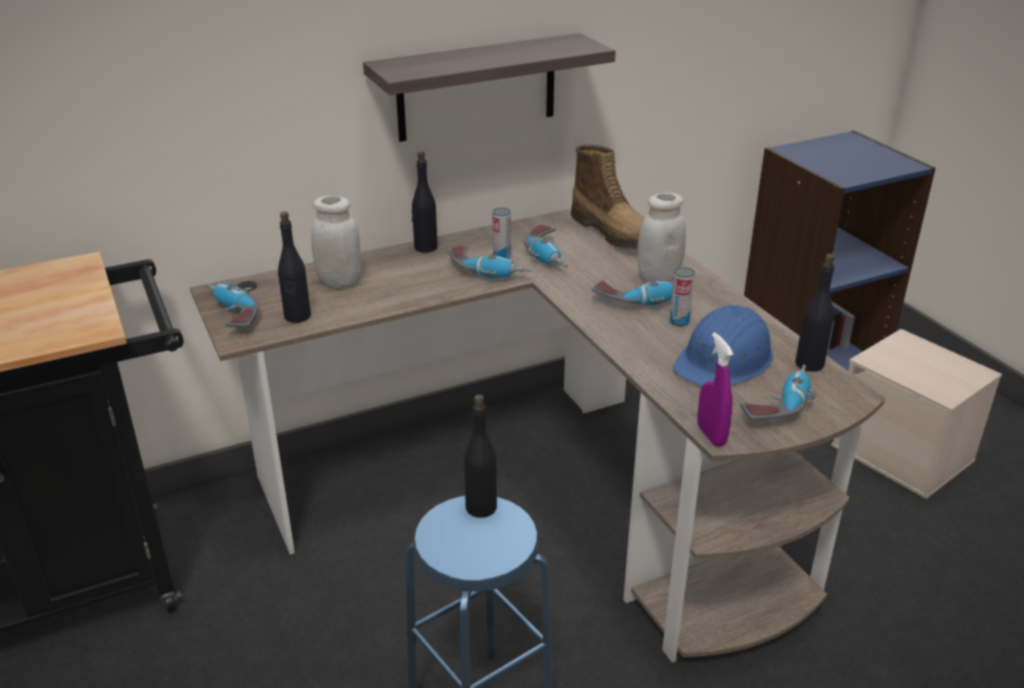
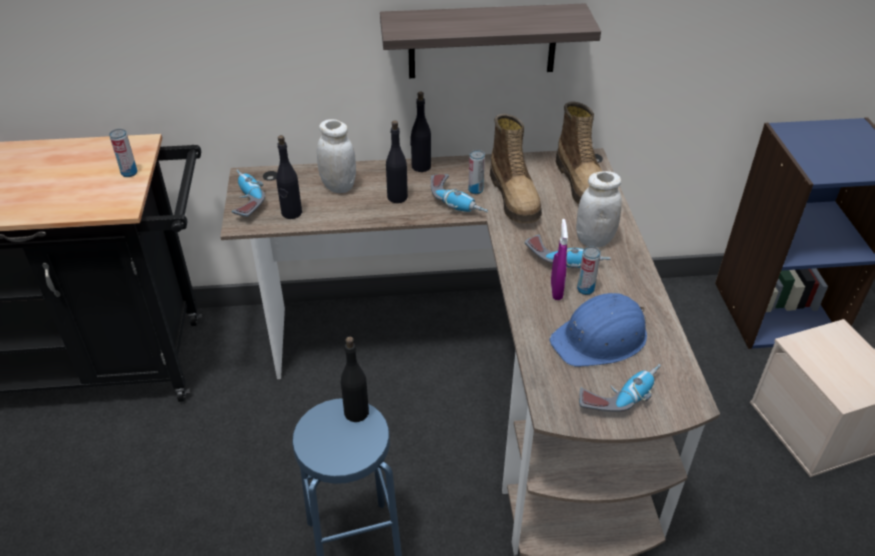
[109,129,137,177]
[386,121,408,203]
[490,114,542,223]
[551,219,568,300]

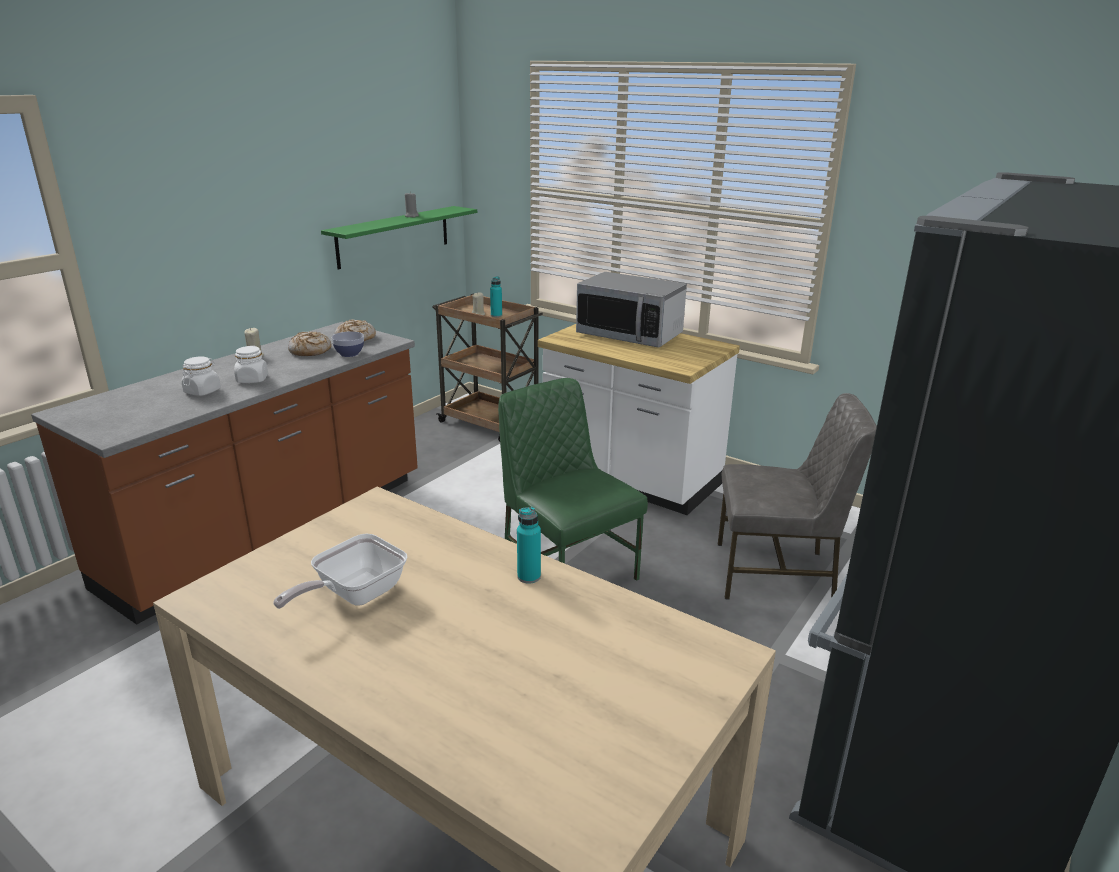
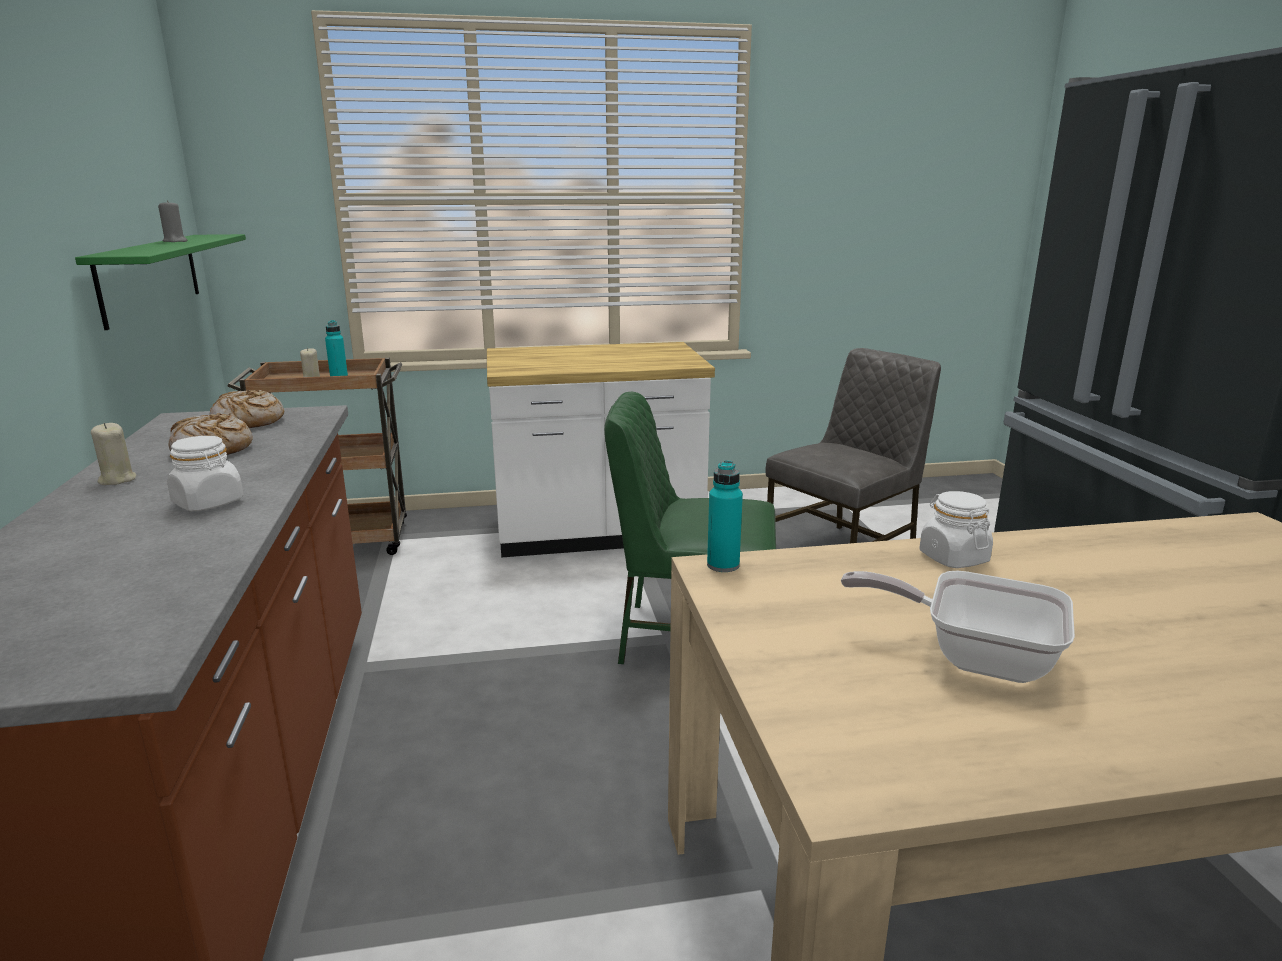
[707,460,743,572]
[841,571,1075,683]
[919,491,993,568]
[332,331,364,357] (first image)
[576,272,687,348] (first image)

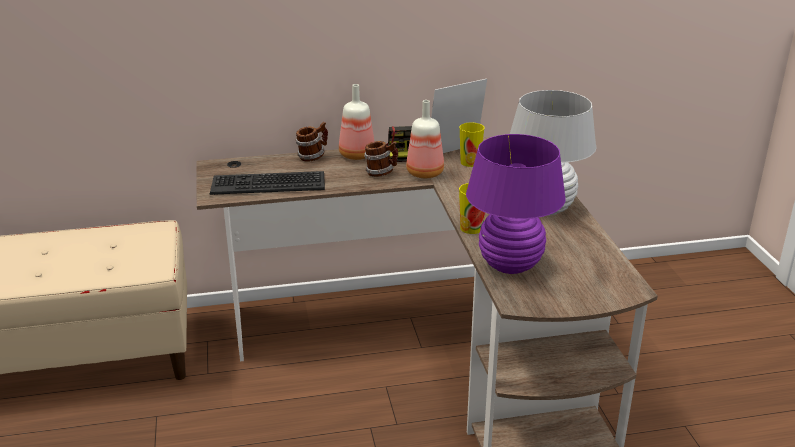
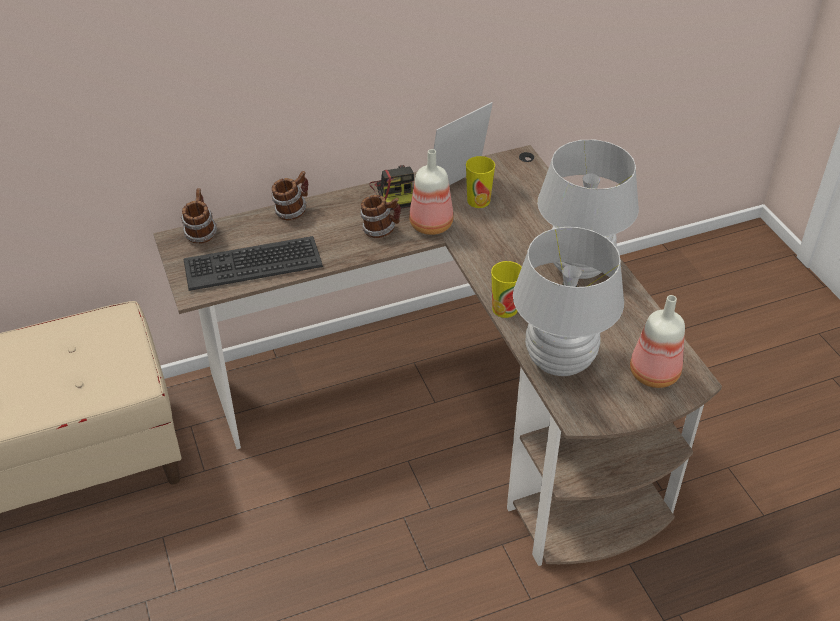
[181,189,217,244]
[513,227,624,376]
[630,295,685,388]

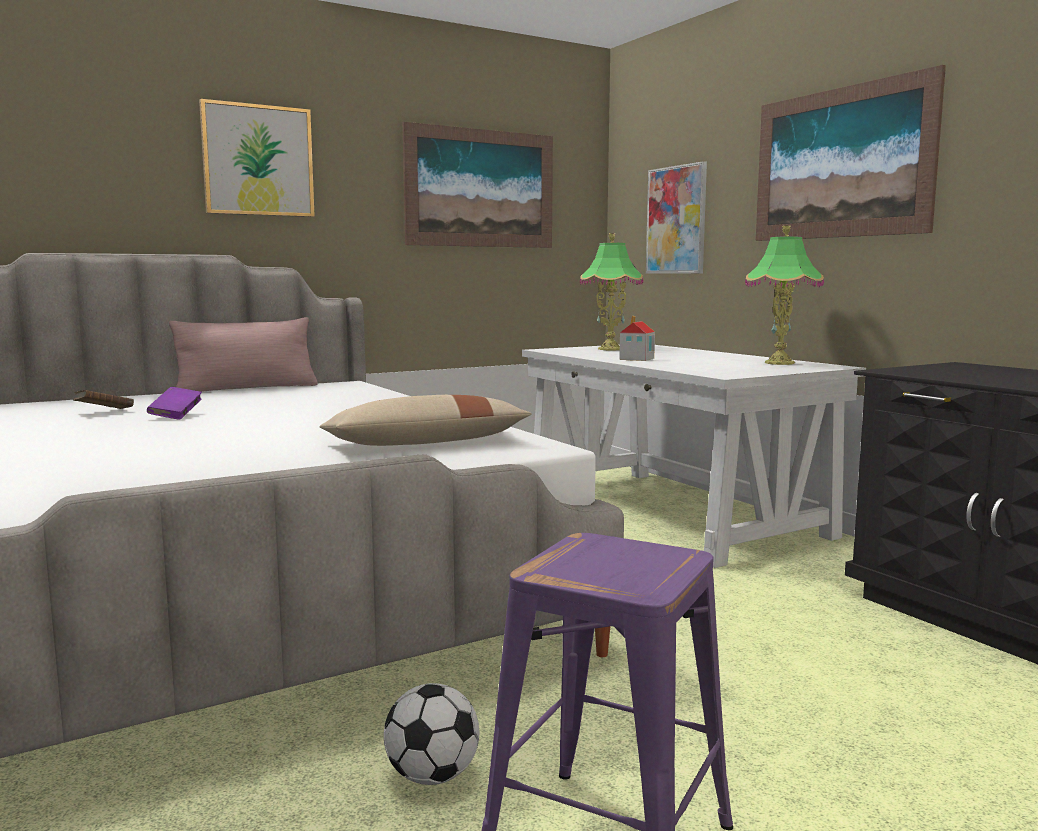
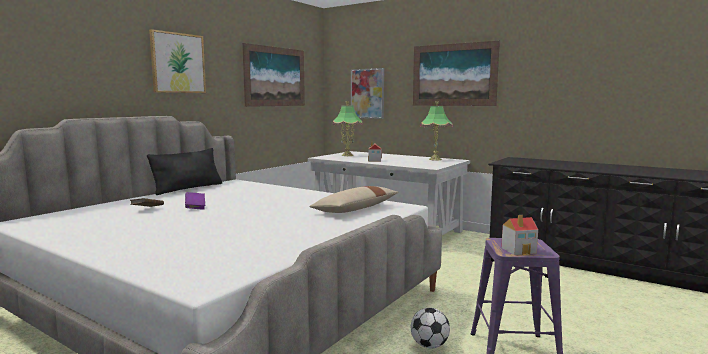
[147,148,222,195]
[501,215,538,255]

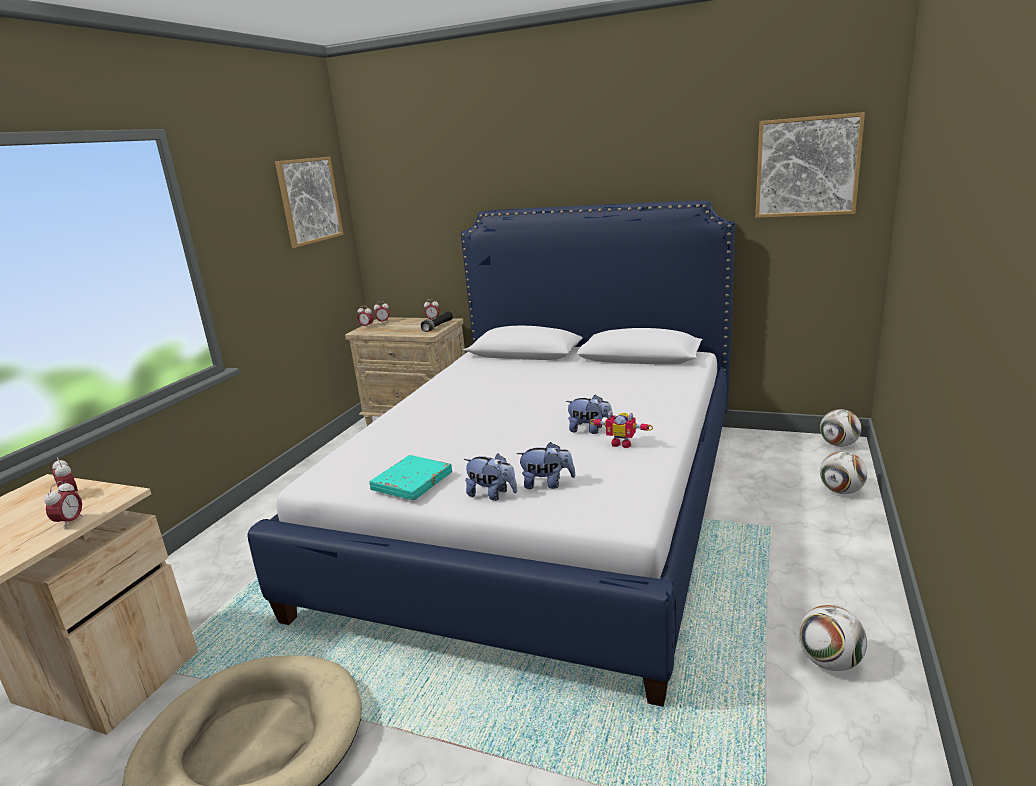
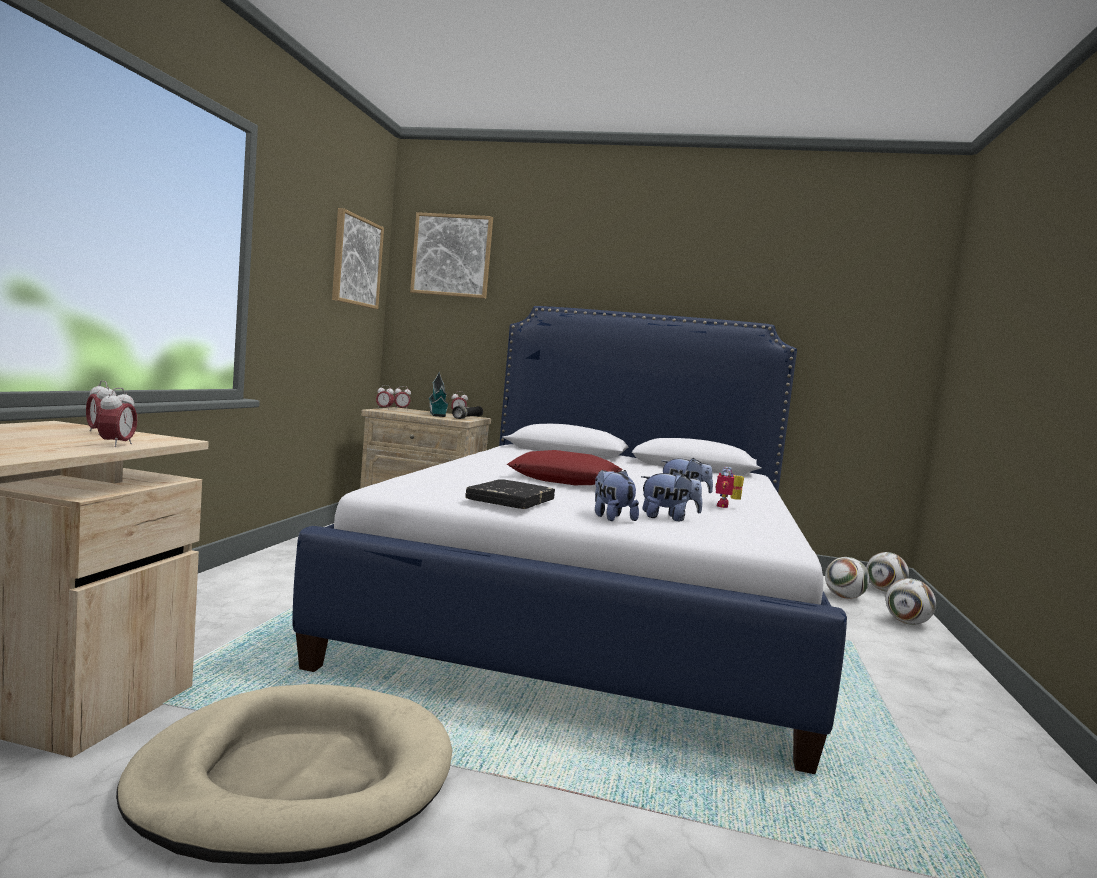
[410,212,493,299]
[429,372,449,417]
[465,479,555,509]
[507,450,622,485]
[595,469,639,521]
[715,467,744,508]
[825,557,870,599]

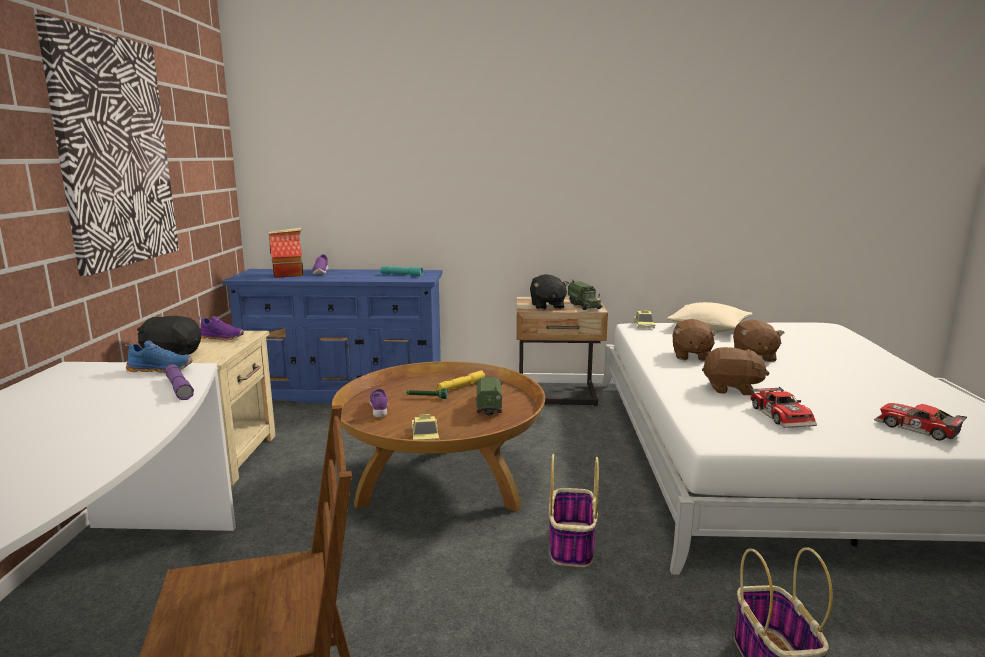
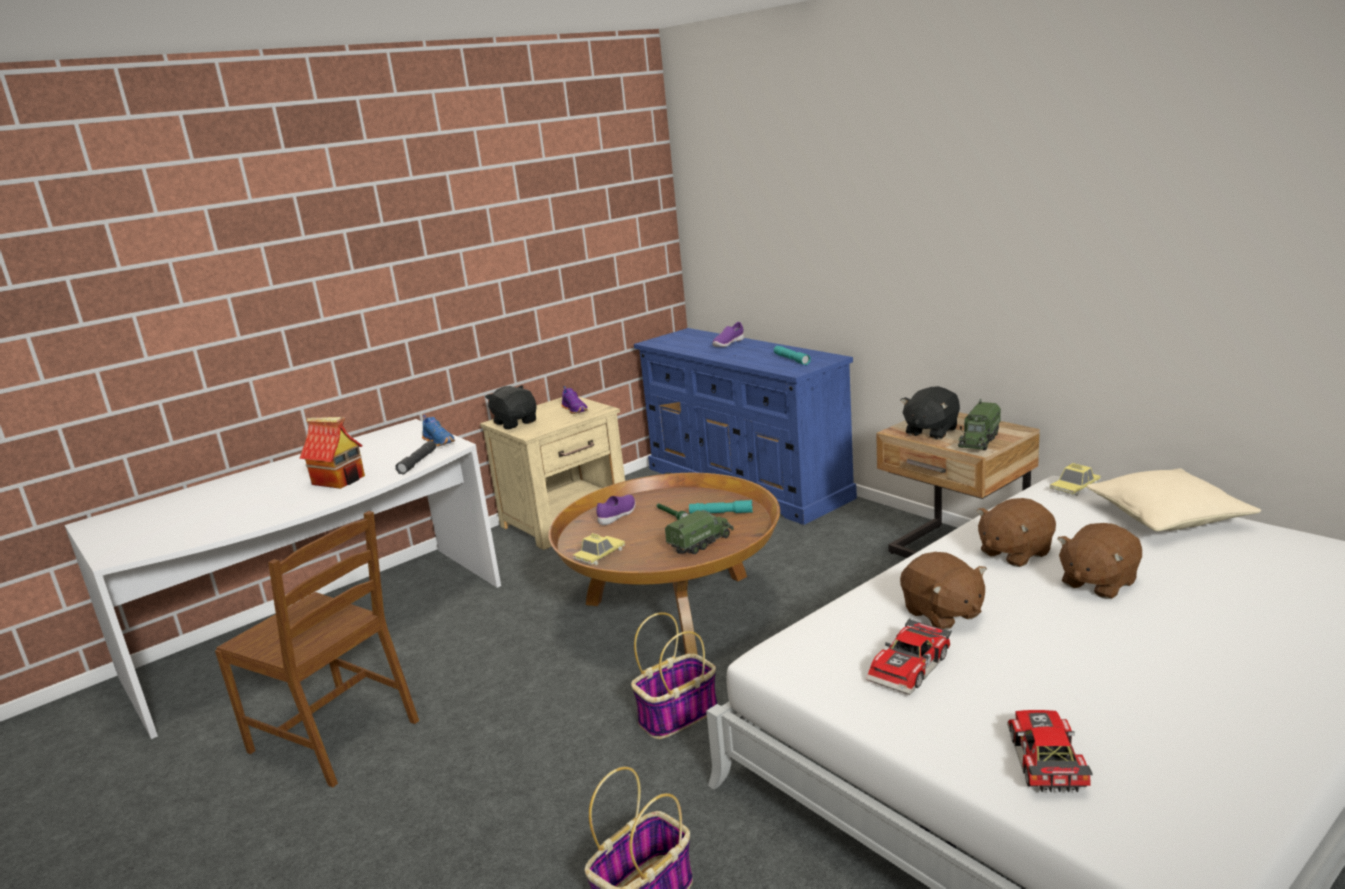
[299,417,365,489]
[396,441,436,475]
[689,500,753,514]
[35,14,179,276] (first image)

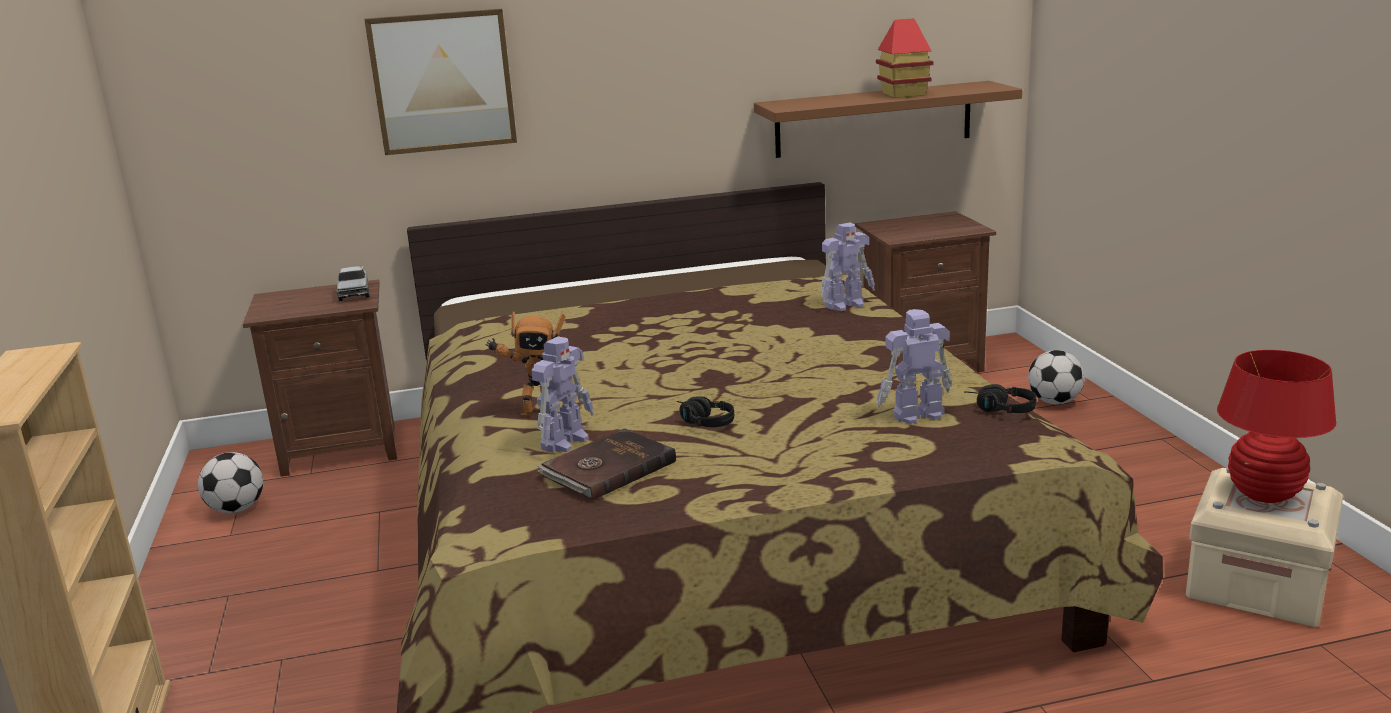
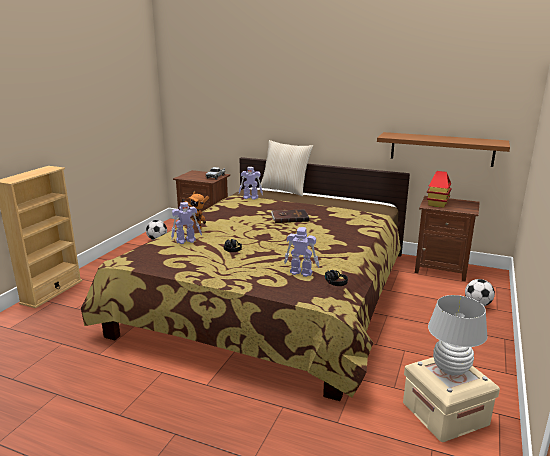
[239,167,263,200]
[261,140,313,196]
[271,209,309,223]
[427,171,452,208]
[428,295,487,376]
[364,9,517,155] (first image)

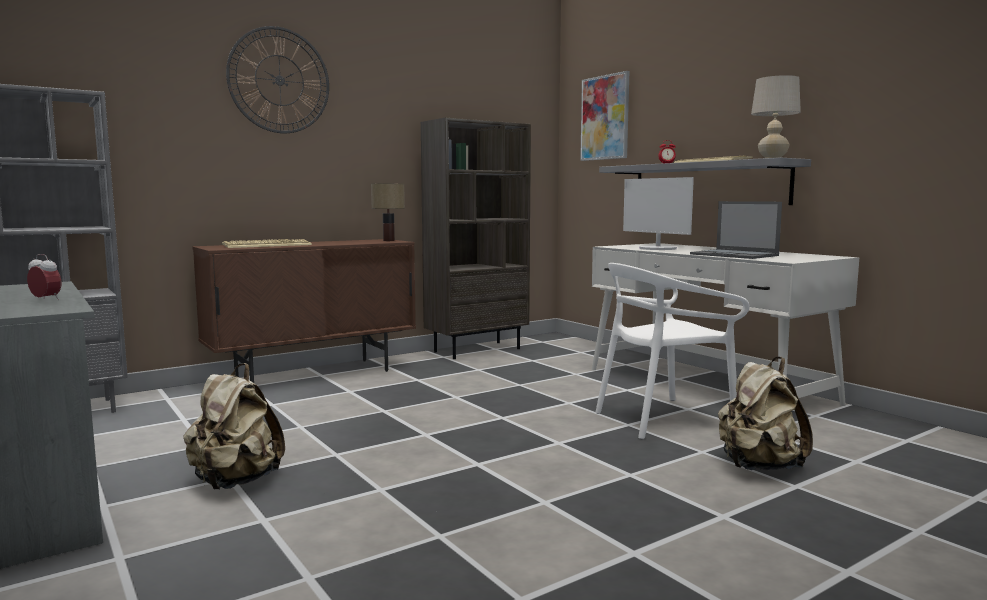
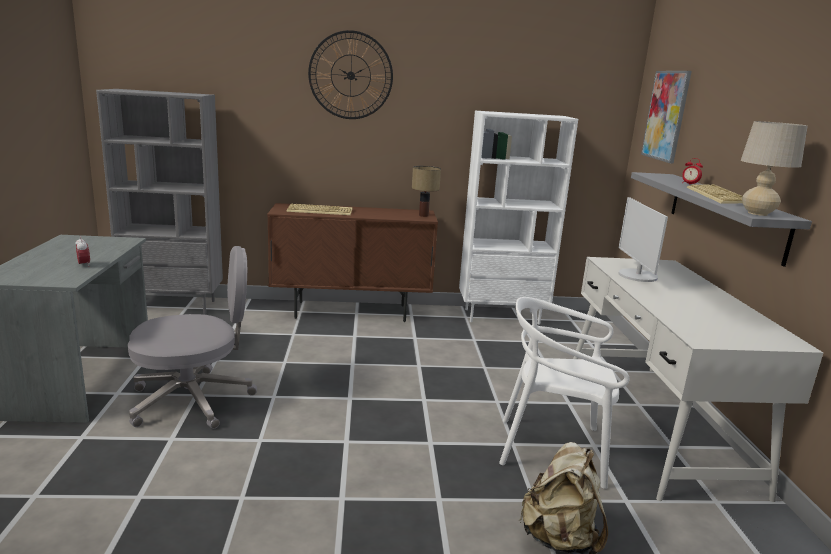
[128,246,257,429]
[459,111,578,325]
[690,201,782,259] (first image)

